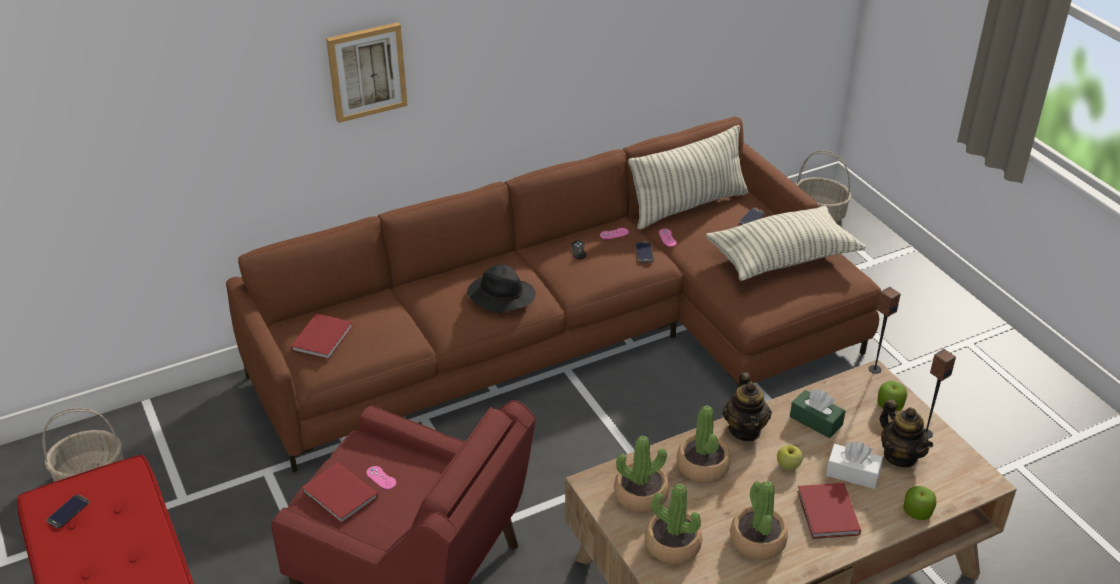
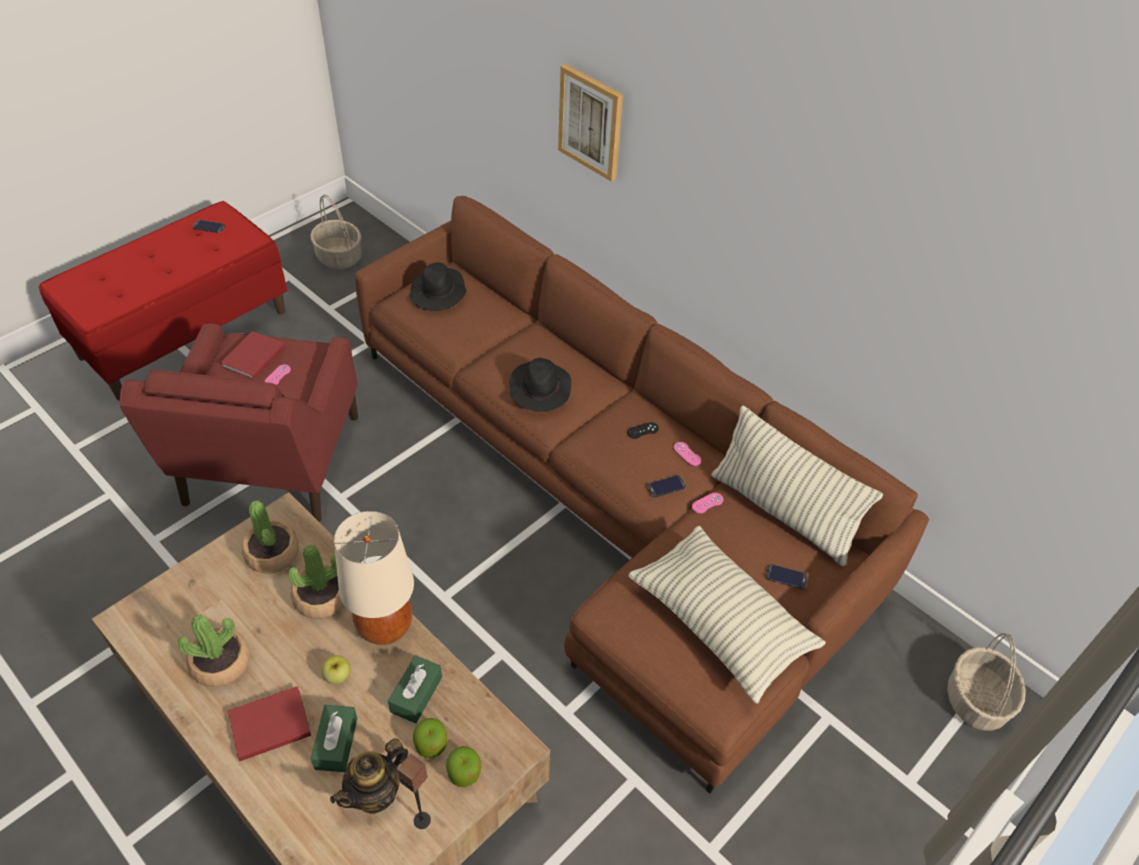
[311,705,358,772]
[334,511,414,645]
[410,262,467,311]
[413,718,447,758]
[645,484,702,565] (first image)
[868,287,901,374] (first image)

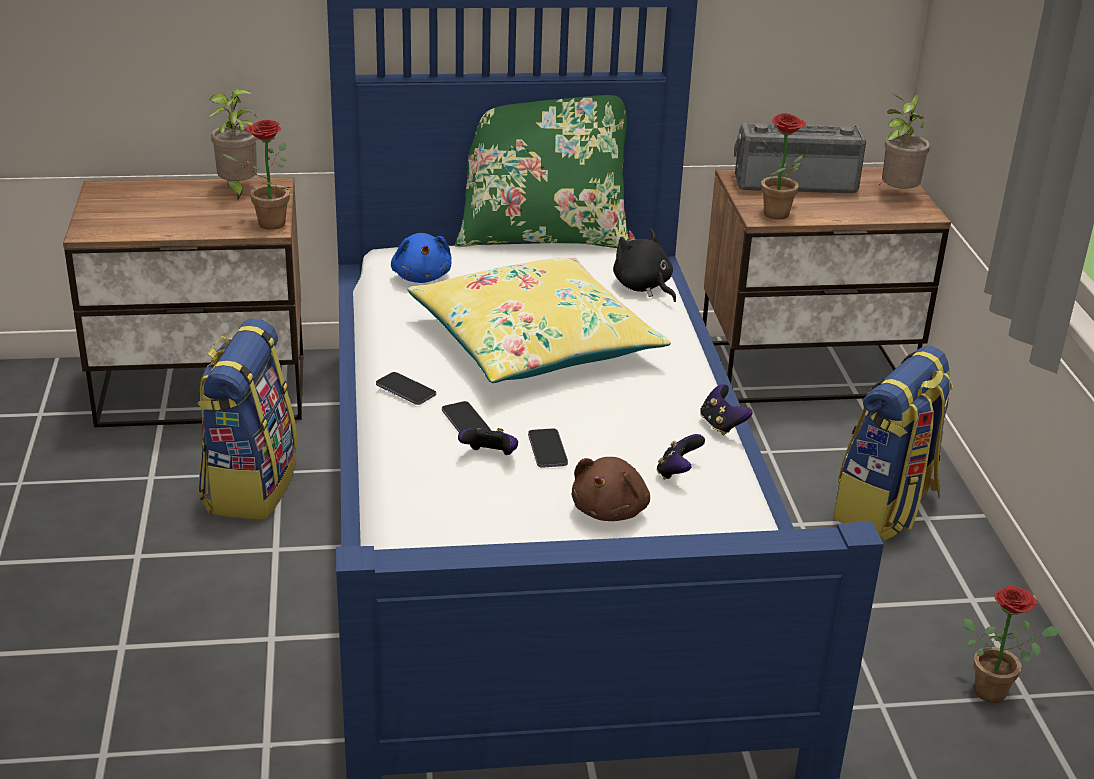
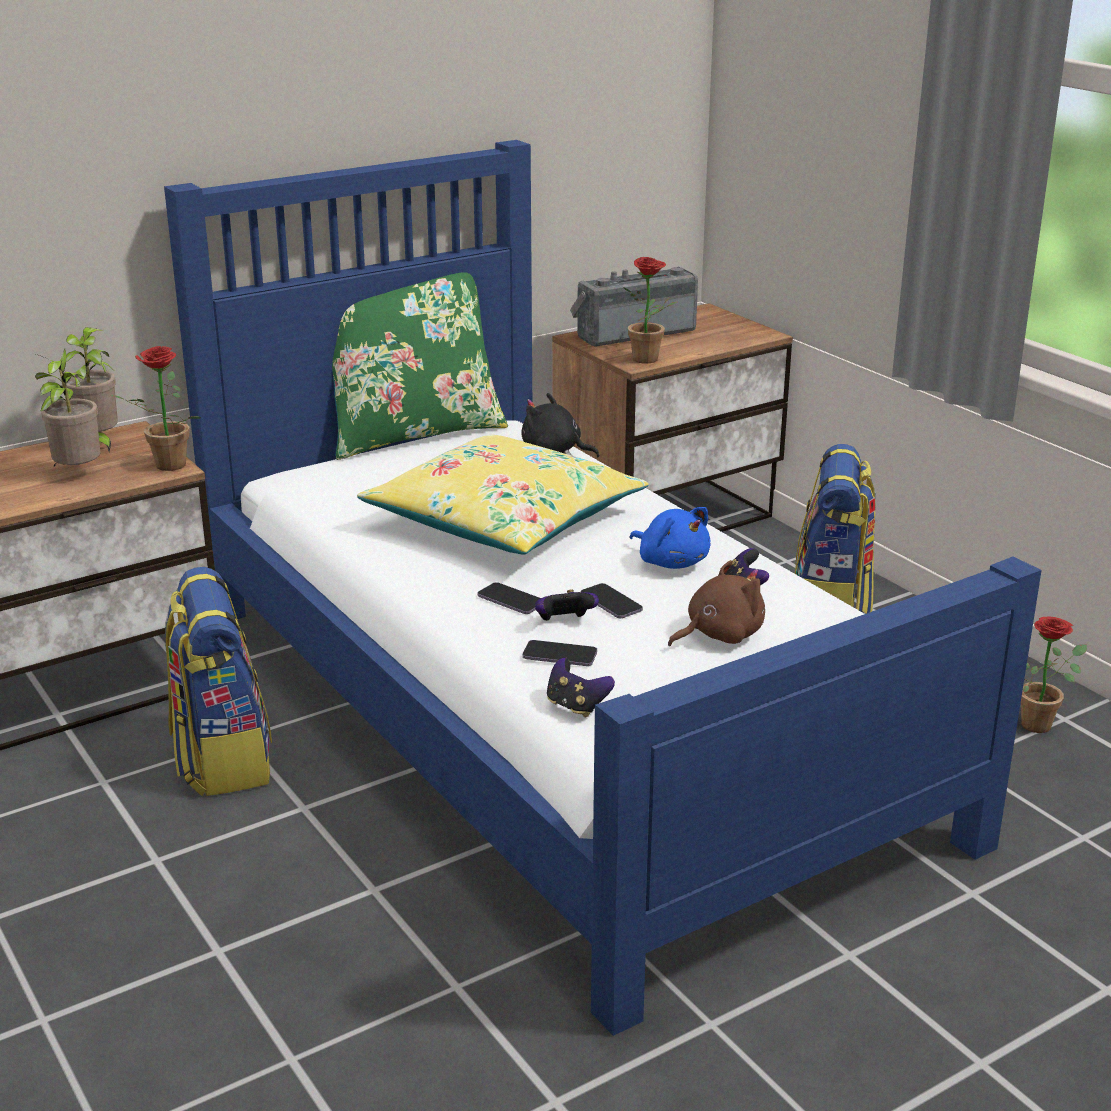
[35,349,100,467]
[523,640,597,666]
[547,658,615,717]
[630,507,710,569]
[668,560,765,646]

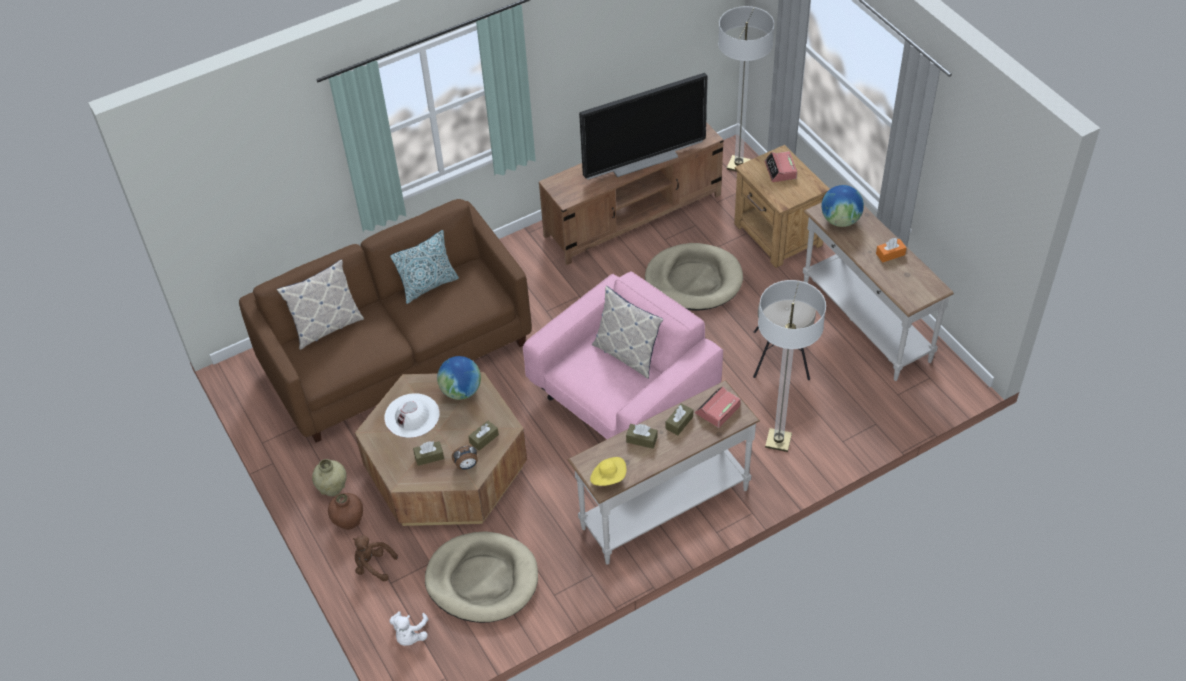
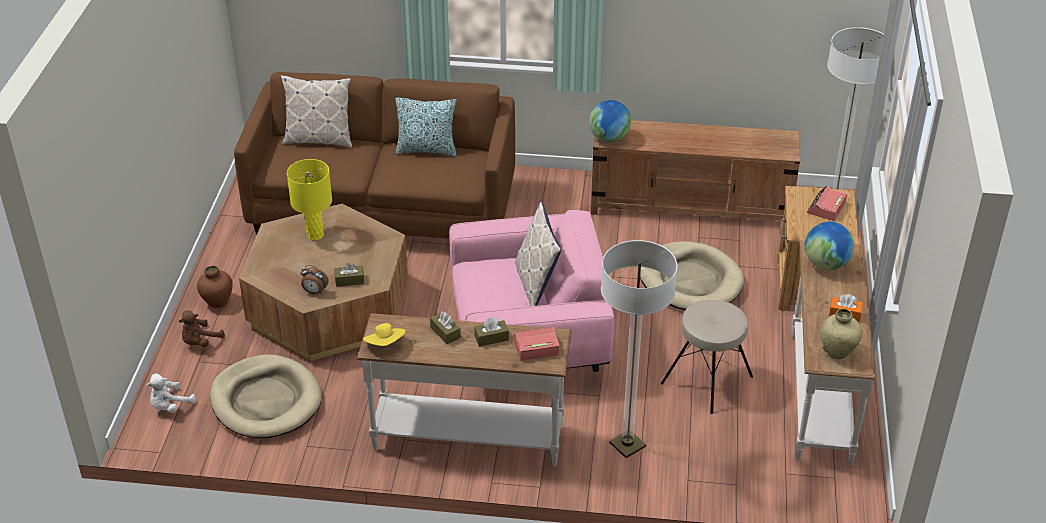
[179,310,225,347]
[287,159,332,240]
[589,100,631,142]
[820,309,862,359]
[413,441,444,466] (first image)
[579,73,708,179] (first image)

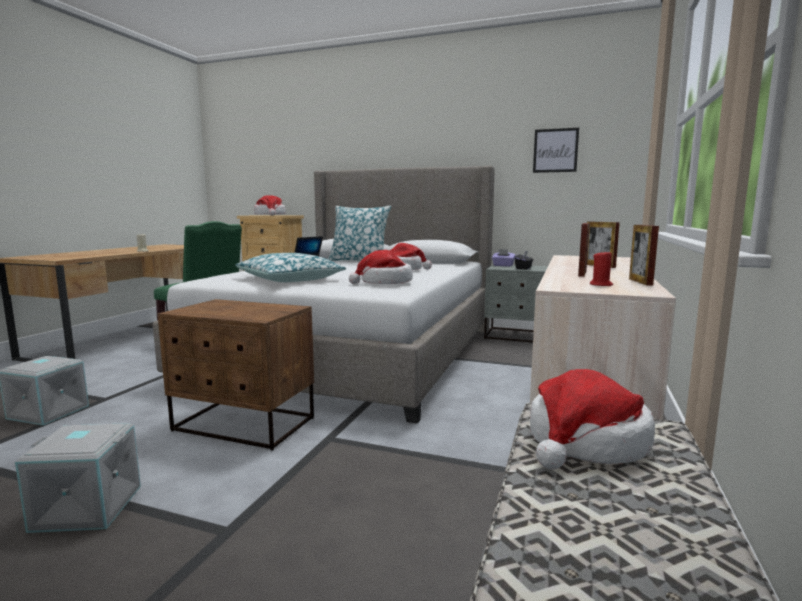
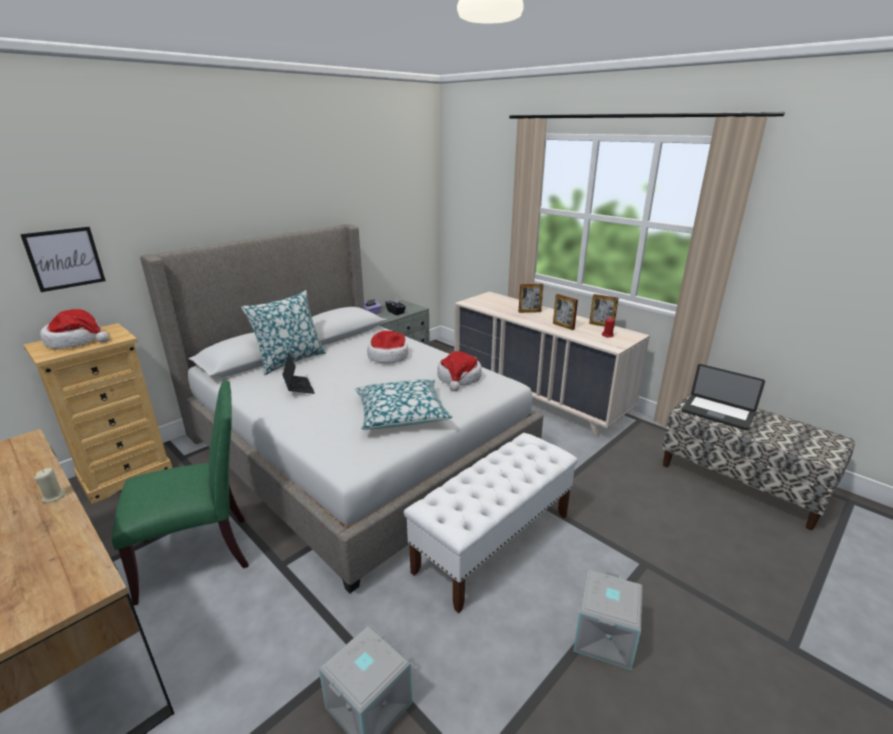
[20,227,106,292]
[404,433,578,613]
[681,364,765,430]

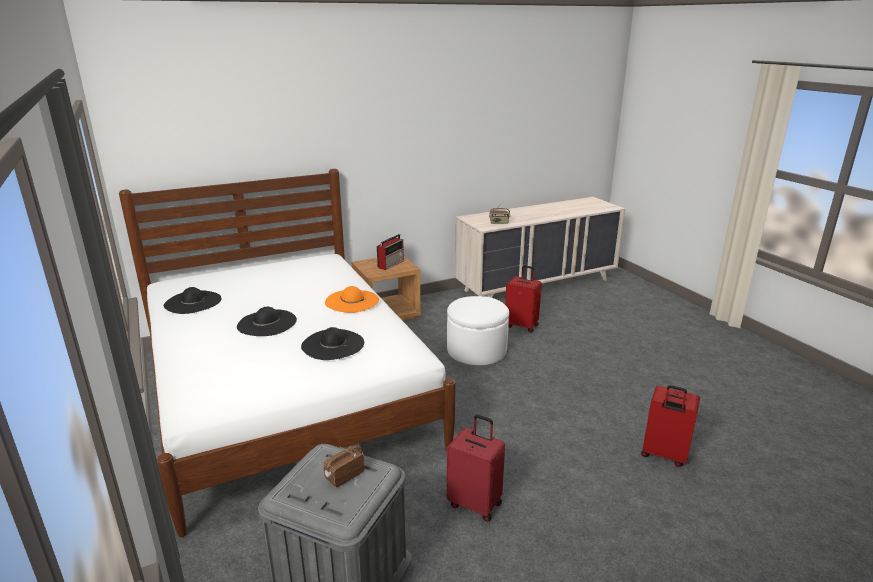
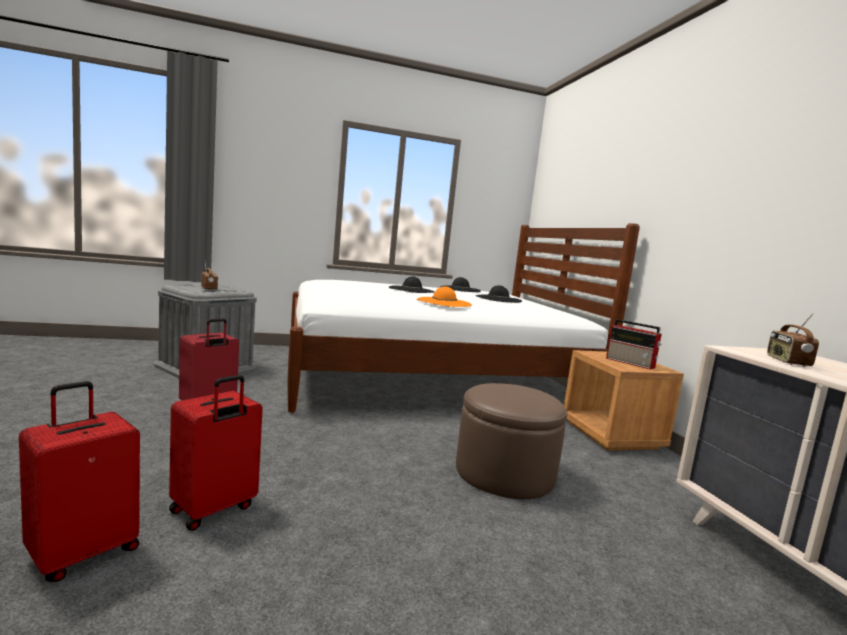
[169,375,263,531]
[456,383,567,499]
[475,285,522,303]

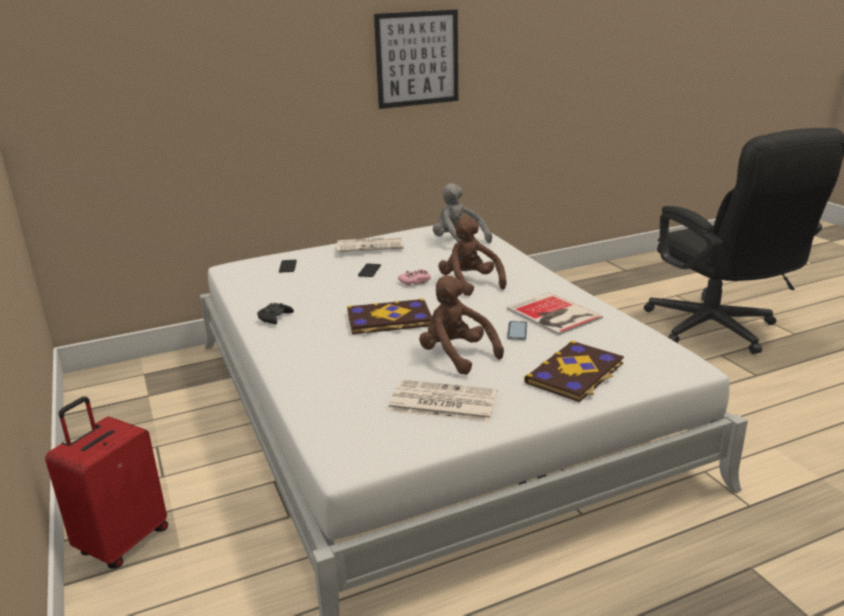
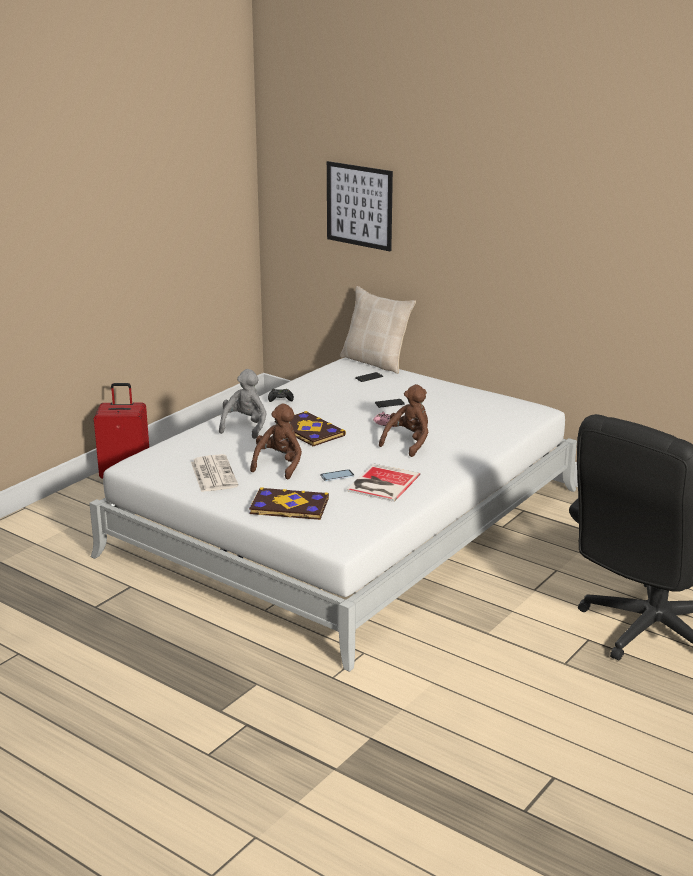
[219,369,267,439]
[327,161,393,251]
[340,286,416,374]
[337,237,404,252] (first image)

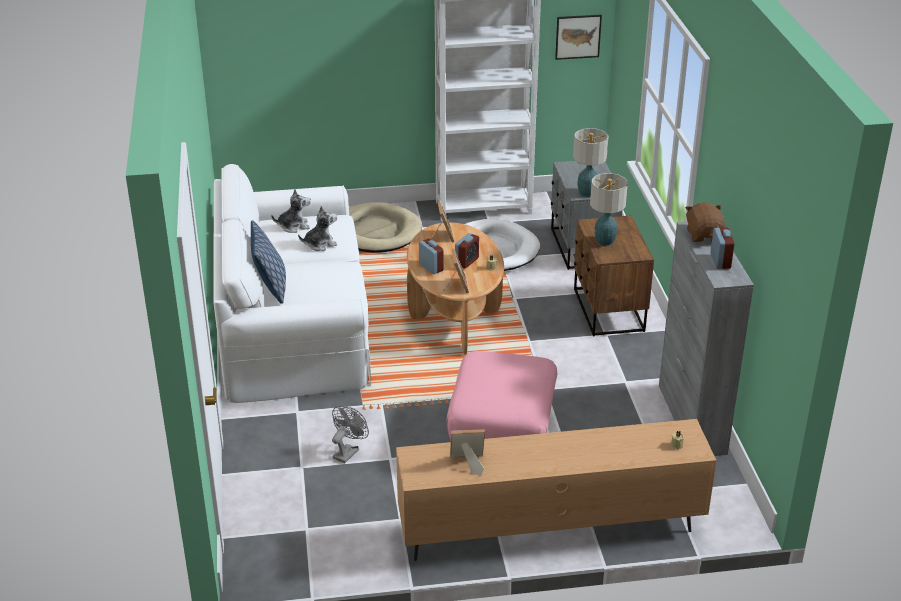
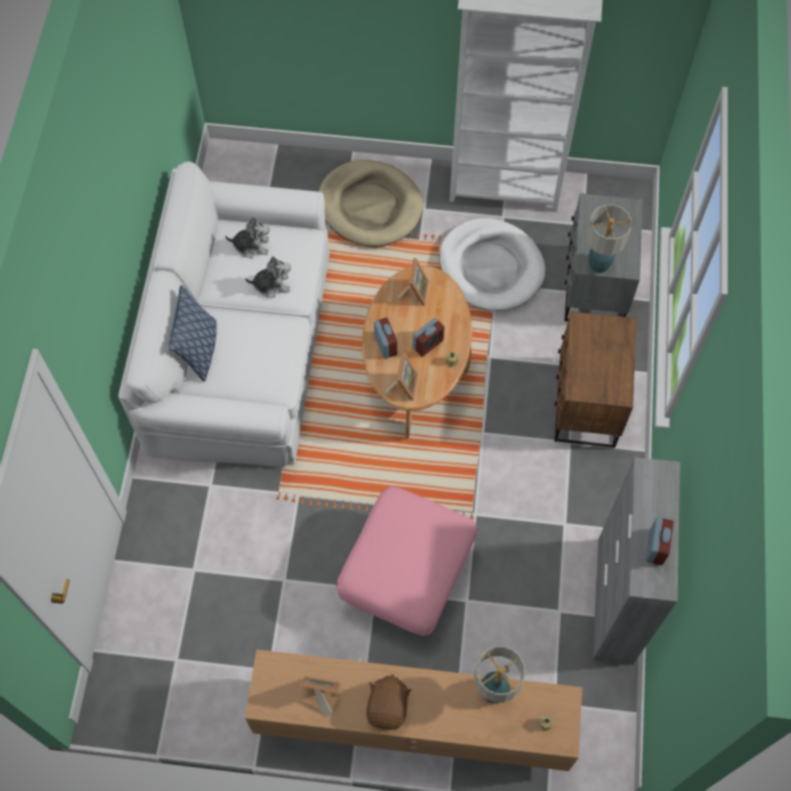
[366,674,411,731]
[474,646,526,703]
[332,406,369,463] (first image)
[555,15,602,60] (first image)

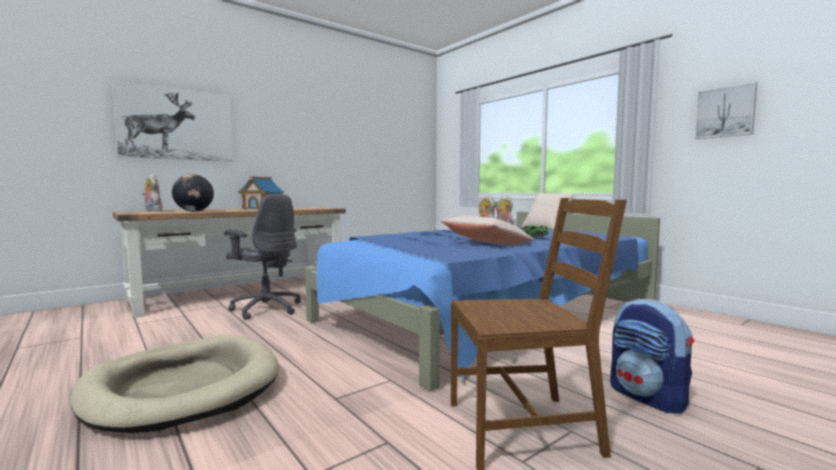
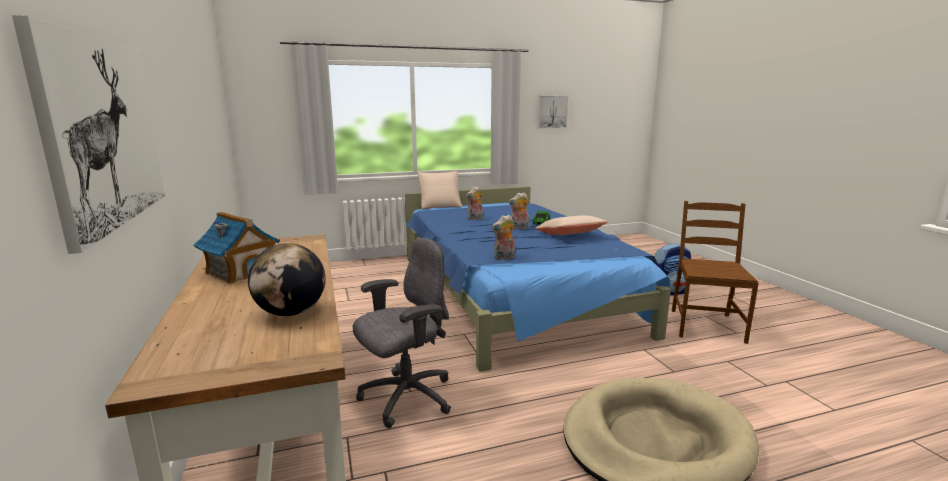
[492,214,515,260]

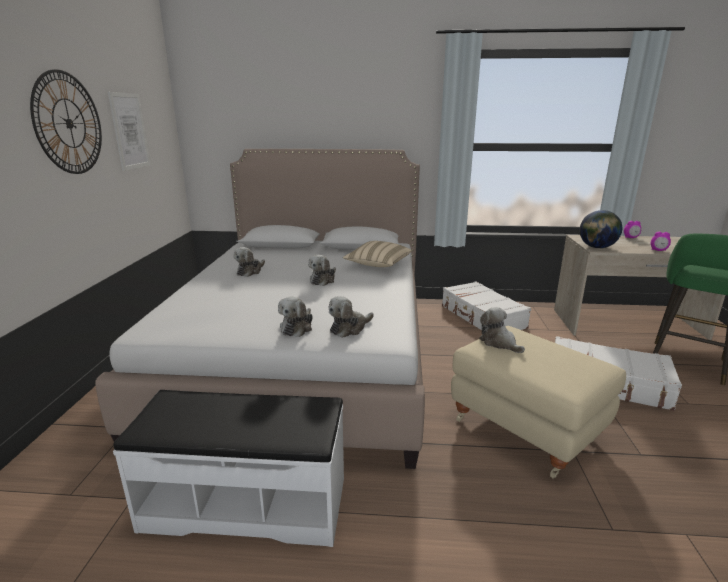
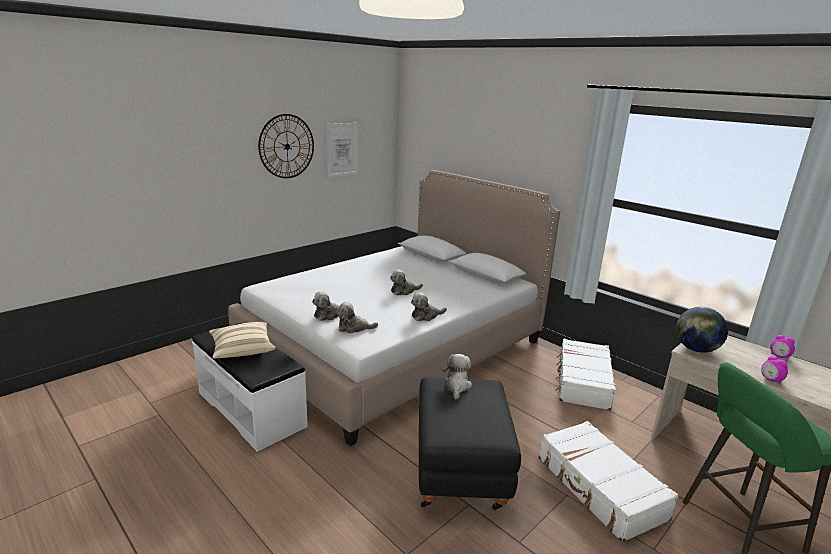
[209,322,276,359]
[411,292,447,321]
[419,377,521,510]

